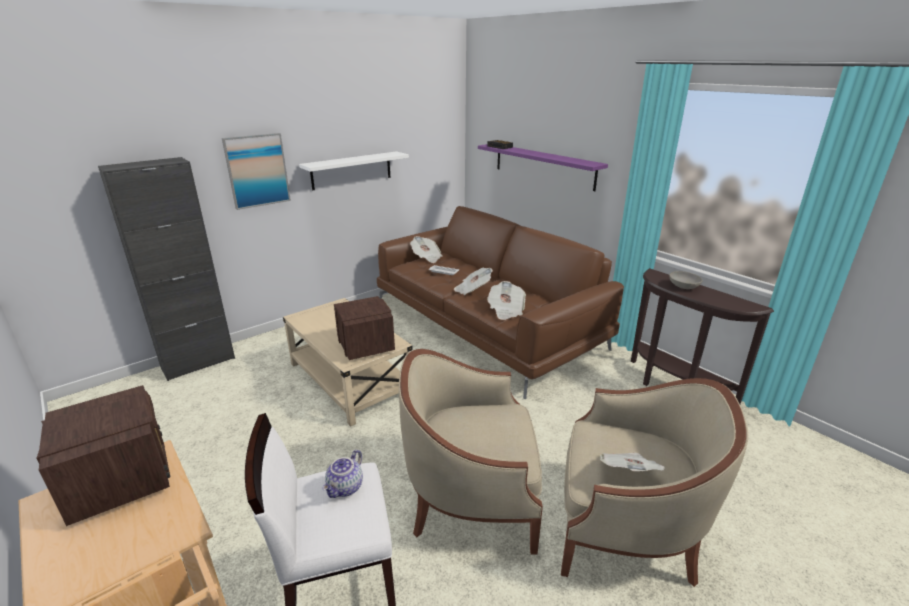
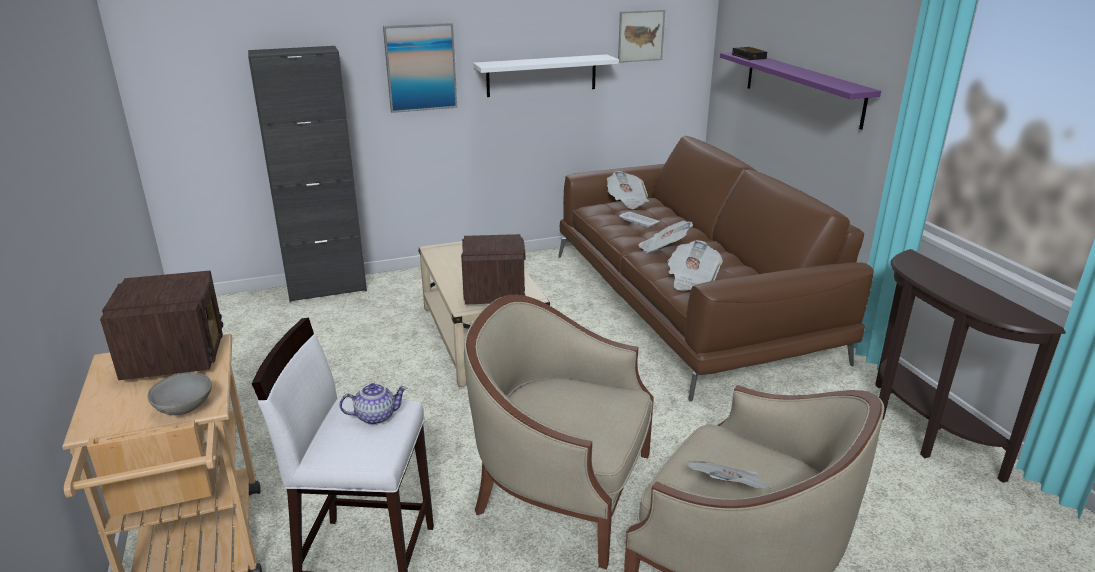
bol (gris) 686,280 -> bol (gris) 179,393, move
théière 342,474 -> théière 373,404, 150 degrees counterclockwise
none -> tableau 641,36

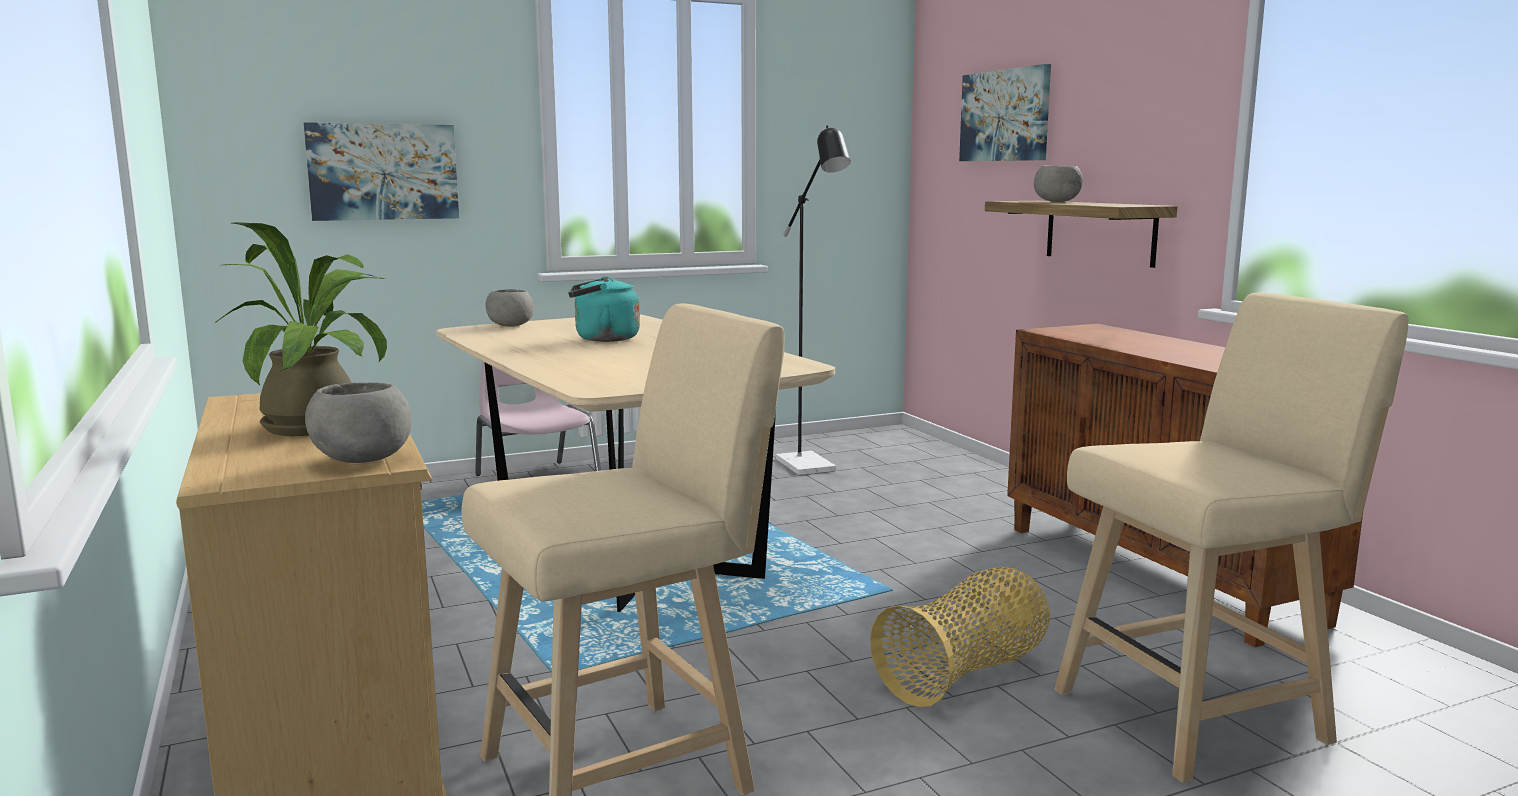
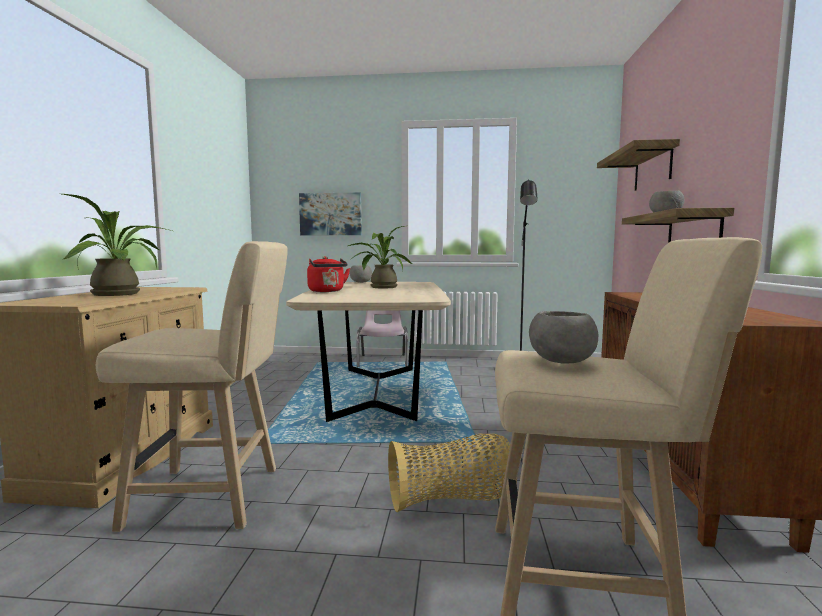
tableau 1005,112 -> étagère 638,165
bouilloire (turquoise) 604,309 -> plante en pot 380,257
bol (gris) 358,422 -> bol (gris) 563,337, move
none -> bouilloire (rouge) 328,274

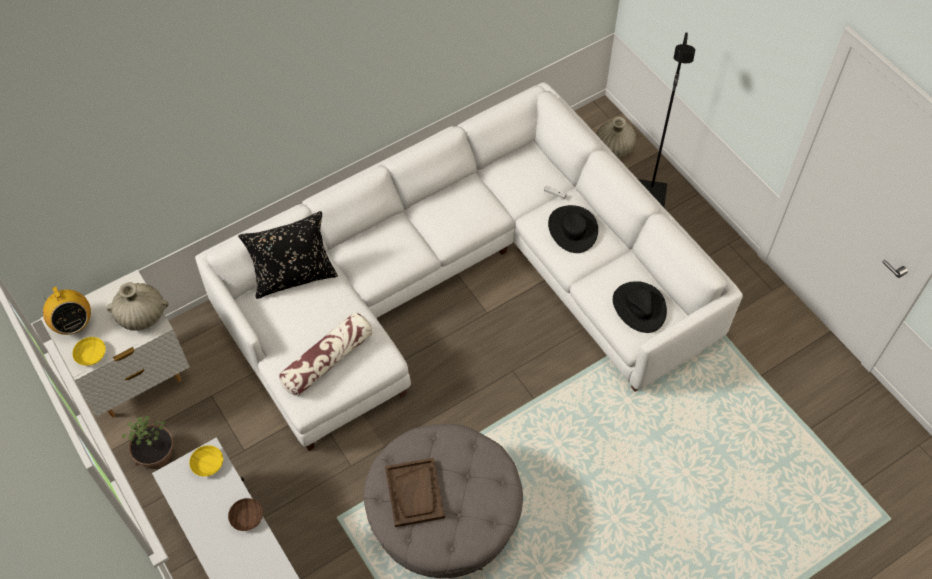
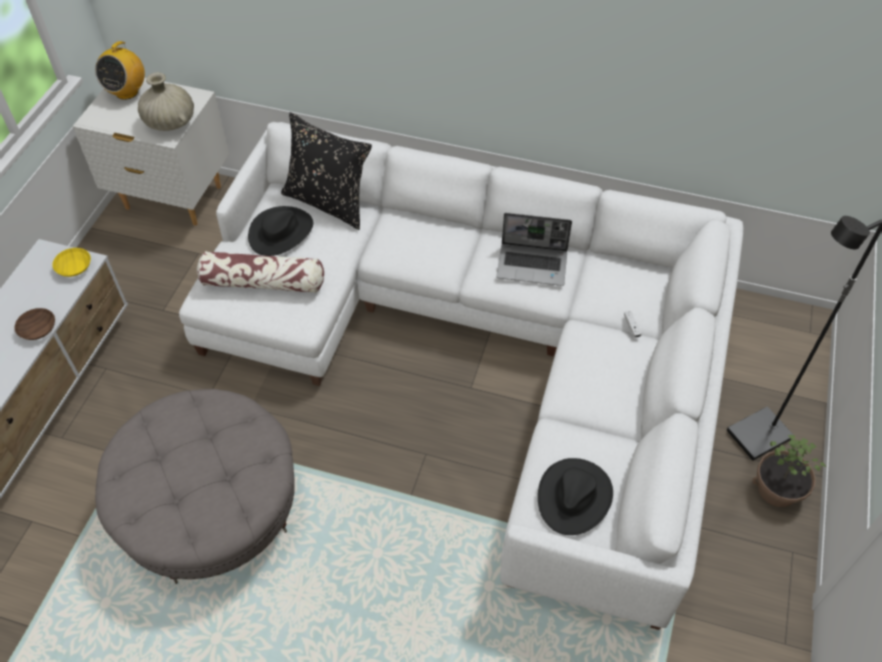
vase (beige) 616,137 -> none
chapeau (noir) 573,229 -> chapeau (noir) 280,231, move
bol (jaune) 89,351 -> none
plante en pot 148,442 -> plante en pot 789,471, move
plateau (marron) 415,492 -> none
none -> ordinateur portable 534,249

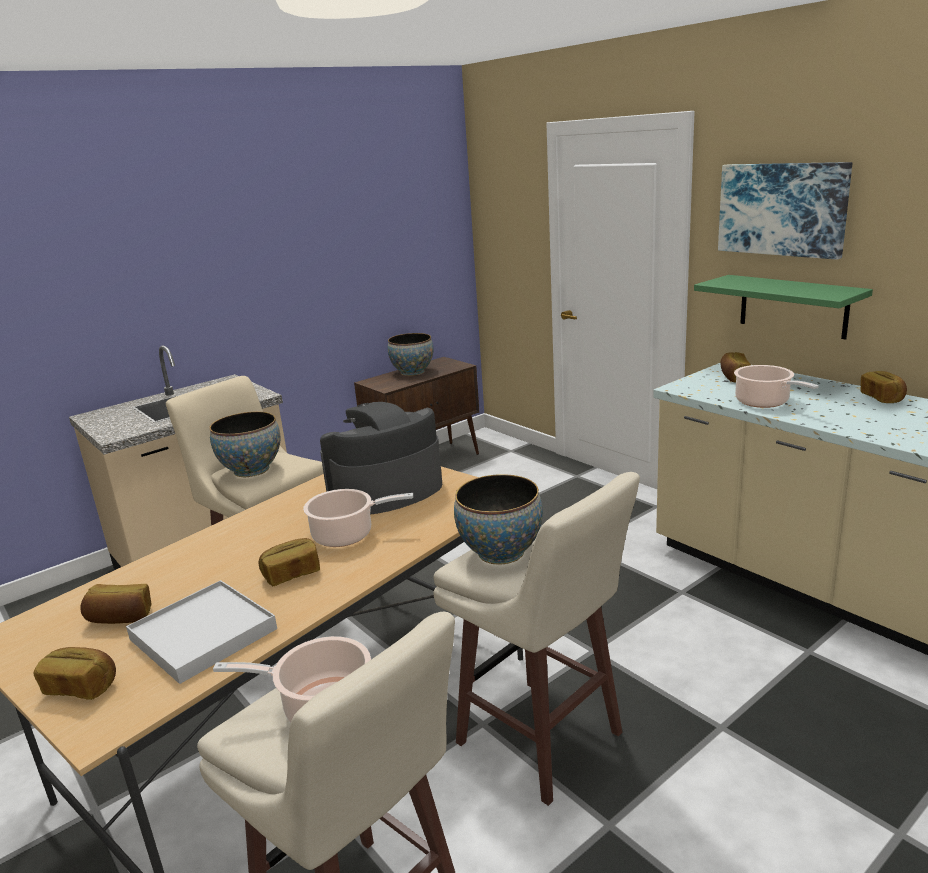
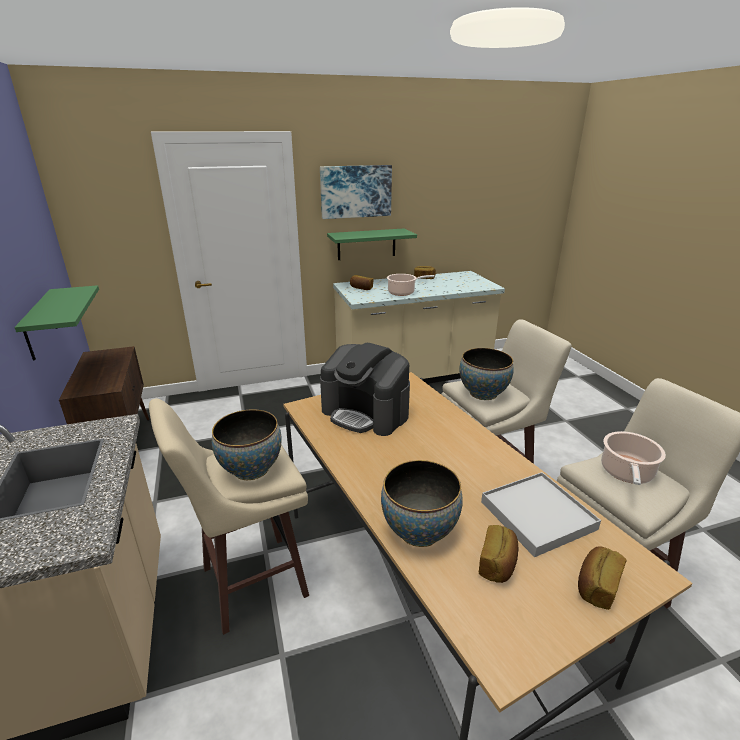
bol 410,354 -> bol 422,503, move
machine à café 381,458 -> machine à café 365,389, 45 degrees counterclockwise
marmite 358,518 -> none
pain 289,562 -> none
none -> étagère (vert) 56,323

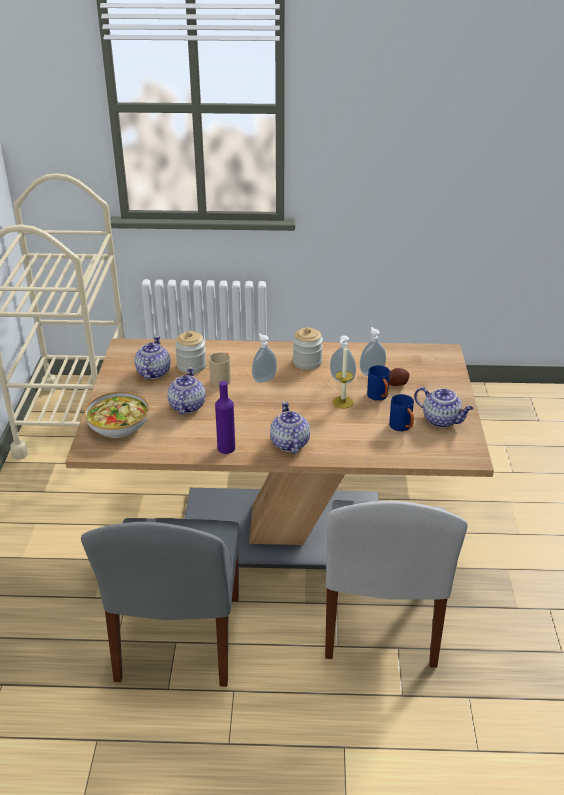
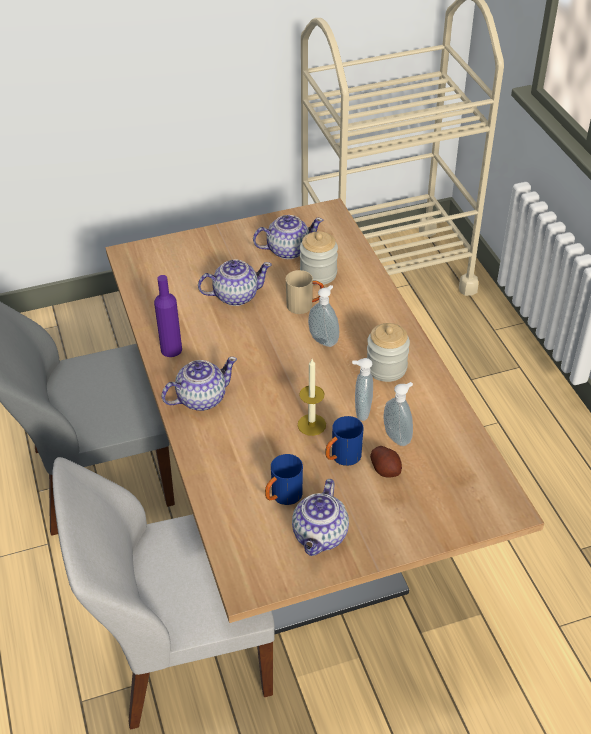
bol 117,414 -> none

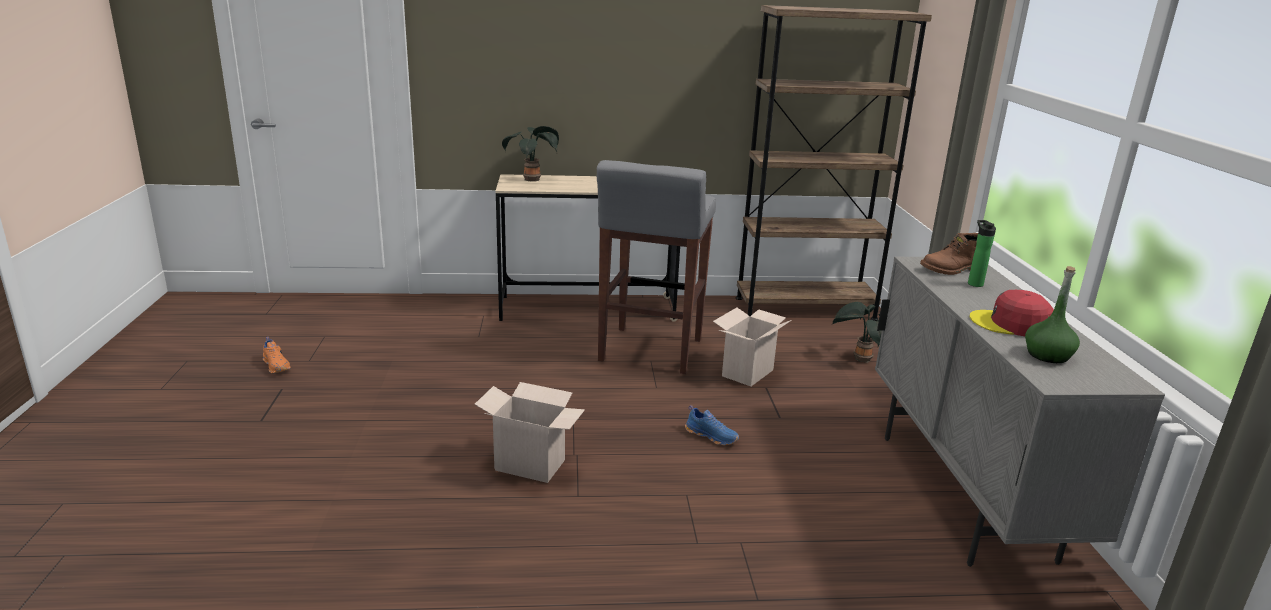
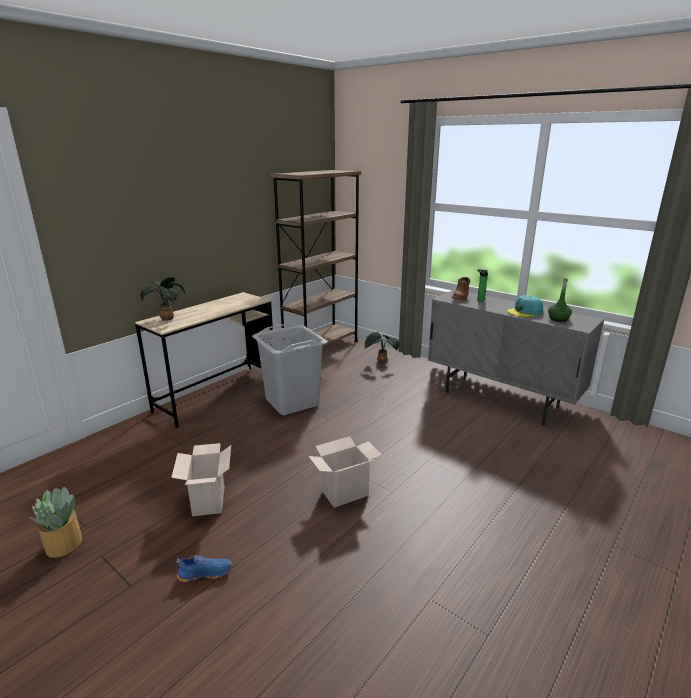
tabouret (gris) 656,267 -> panier à linge (gris) 289,369
casquette (rouge) 1012,313 -> casquette (turquoise) 525,306
carton 752,347 -> carton 201,479, move
chaussure (orange) 277,355 -> plante en pot 55,522
chaussure (bleu) 712,425 -> chaussure (bleu) 204,568, move

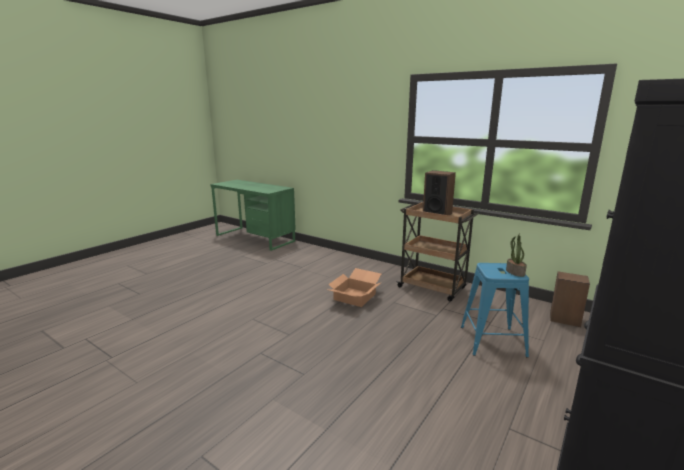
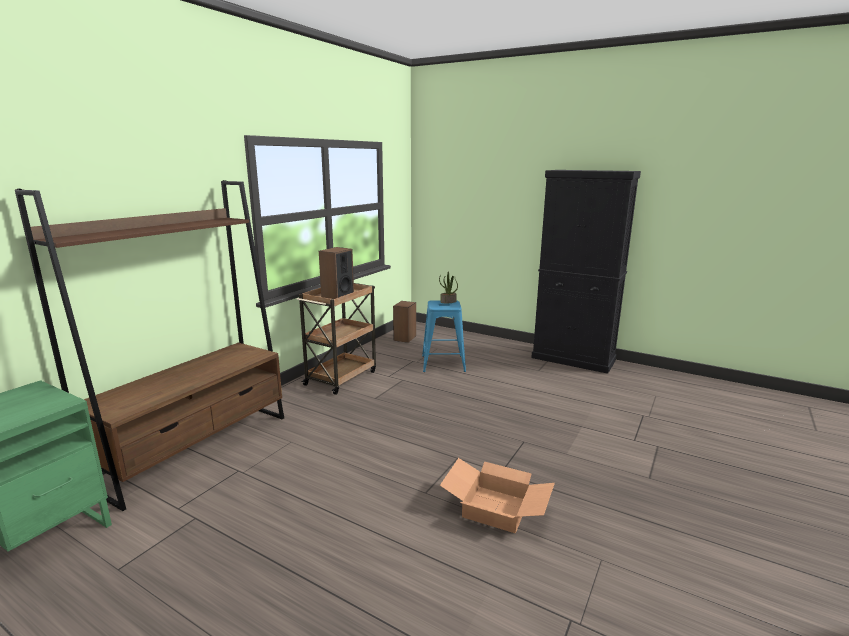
carton 354,287 -> carton 497,496, move
none -> bibliothèque (marron) 149,345

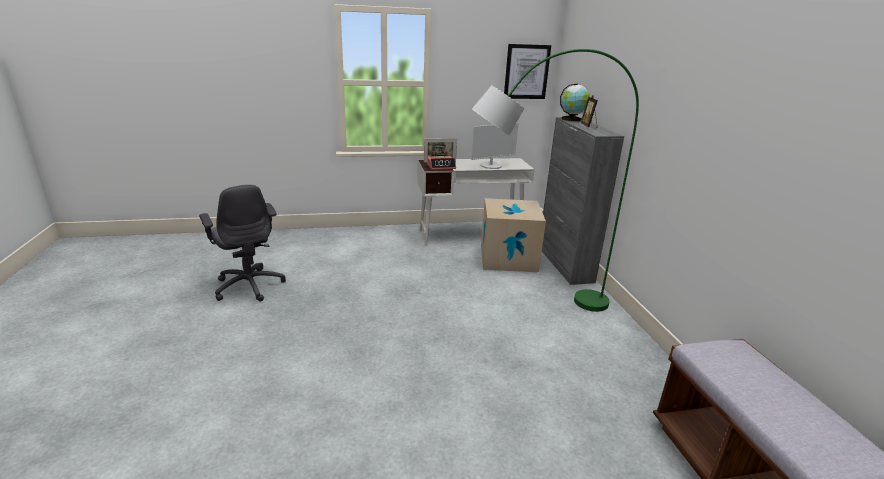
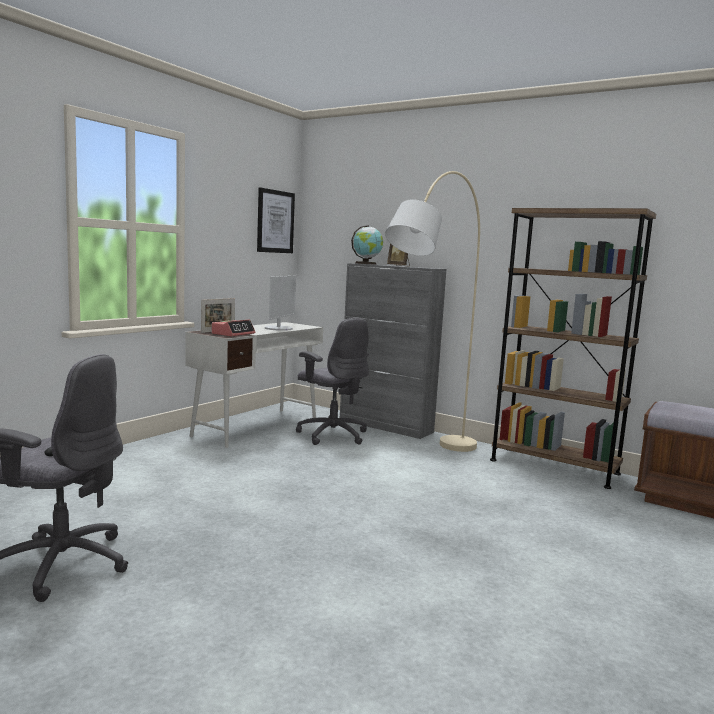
lampadaire (vert) 555,180 -> lampadaire (beige) 432,311
carton 513,235 -> chaise de bureau (gris) 332,381
none -> bibliothèque (marron) 573,348

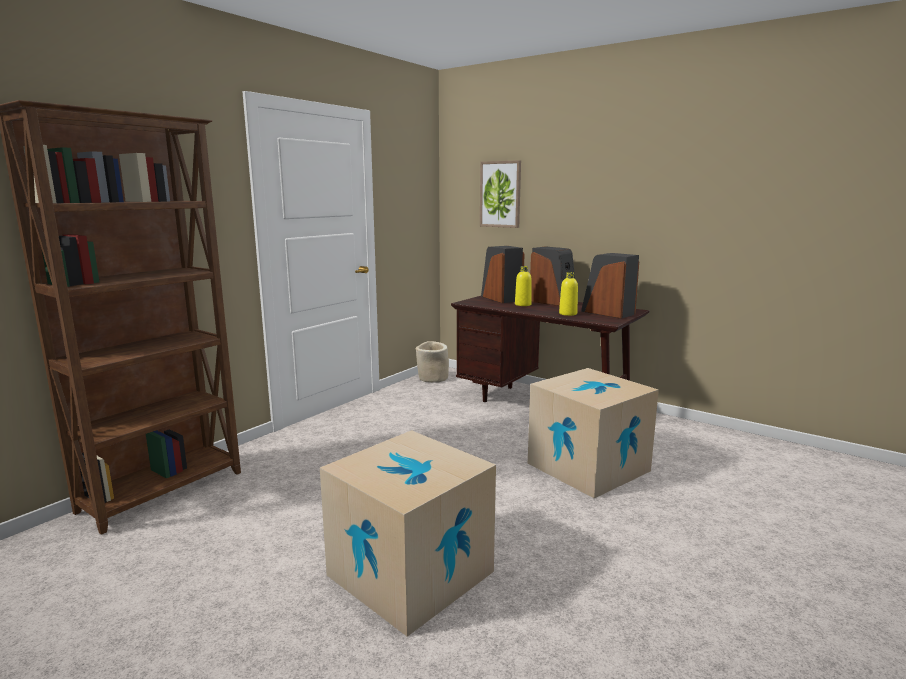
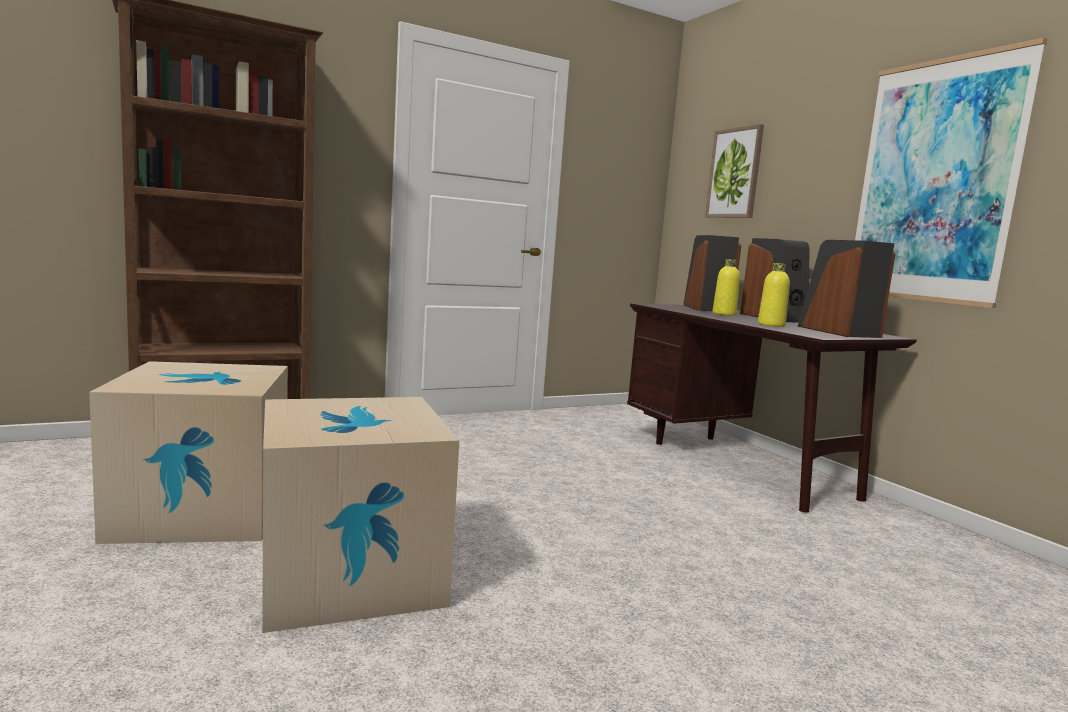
cache-pot (beige) 432,362 -> none
carton 593,433 -> carton 188,452, move
none -> tableau 951,173

